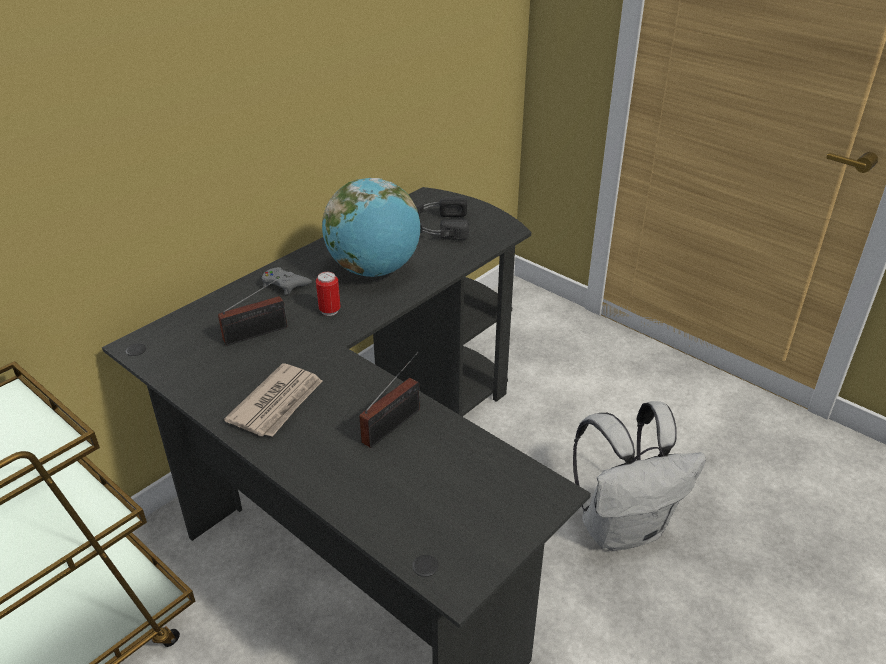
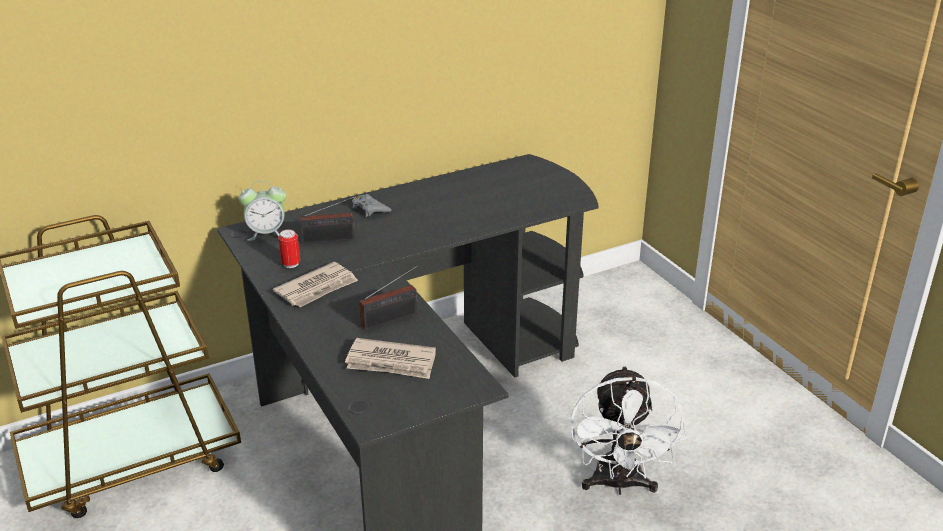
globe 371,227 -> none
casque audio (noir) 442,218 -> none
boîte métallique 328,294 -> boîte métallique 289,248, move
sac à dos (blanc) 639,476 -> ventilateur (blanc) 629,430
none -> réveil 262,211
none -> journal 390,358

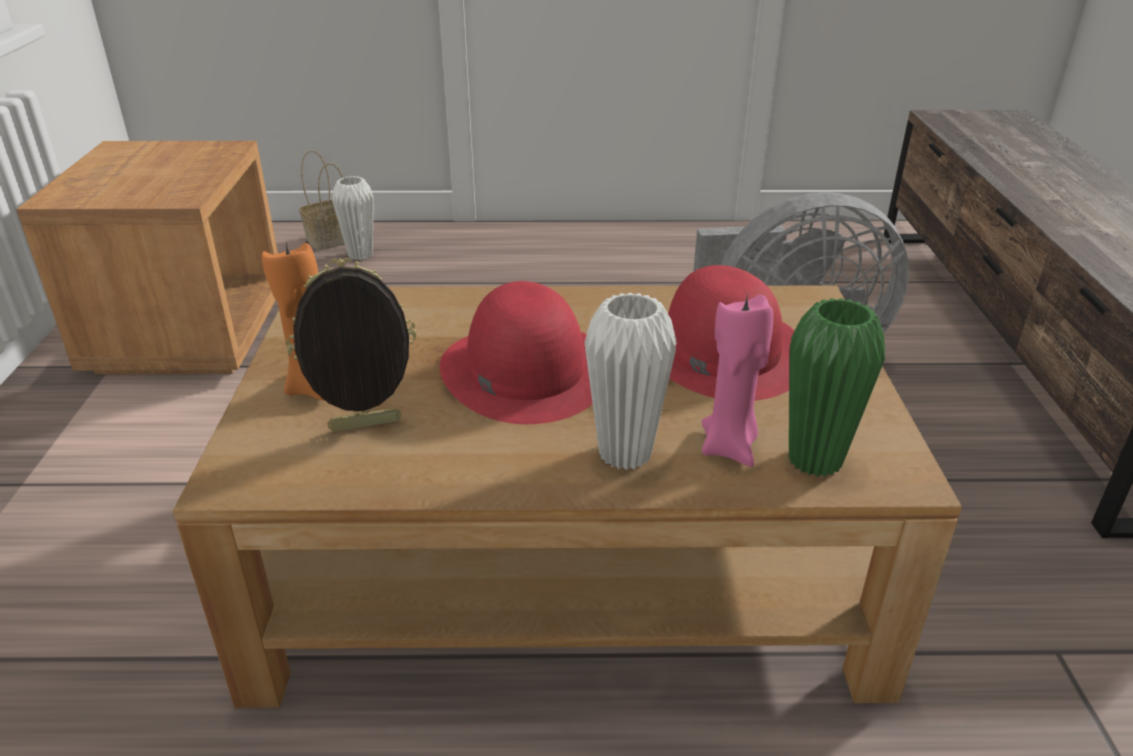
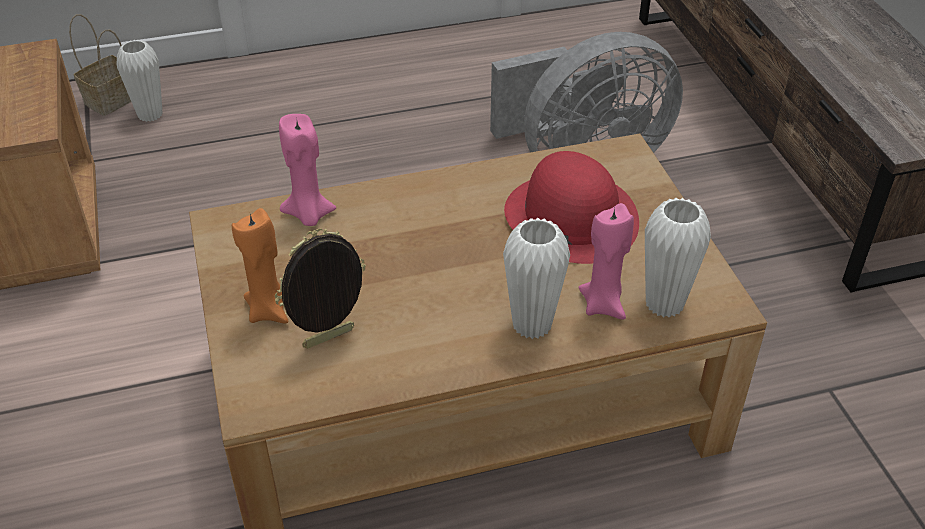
chapeau (rouge) 516,352 -> none
vase (vert) 837,387 -> vase (blanc) 678,258
none -> bougie (rose) 307,170

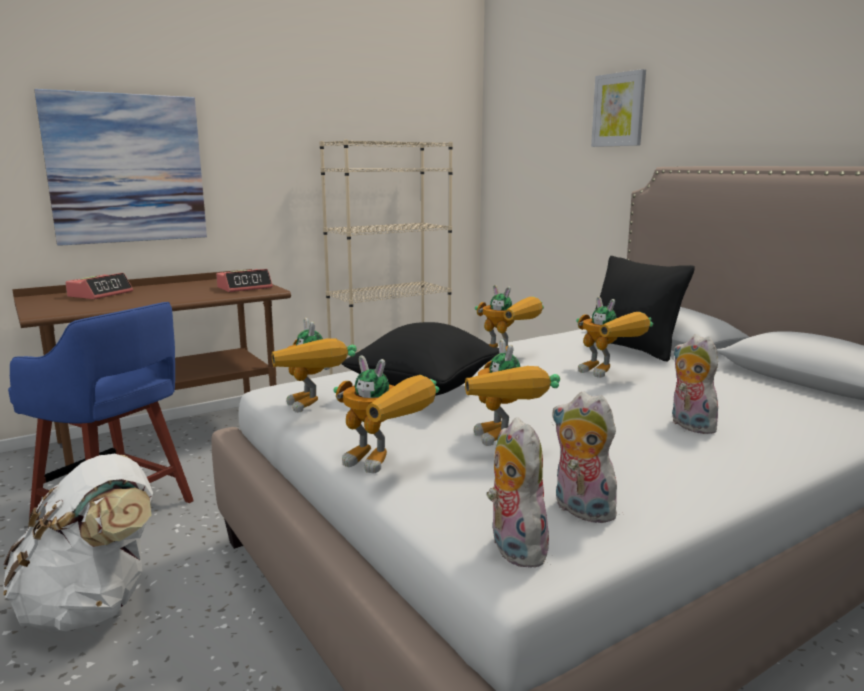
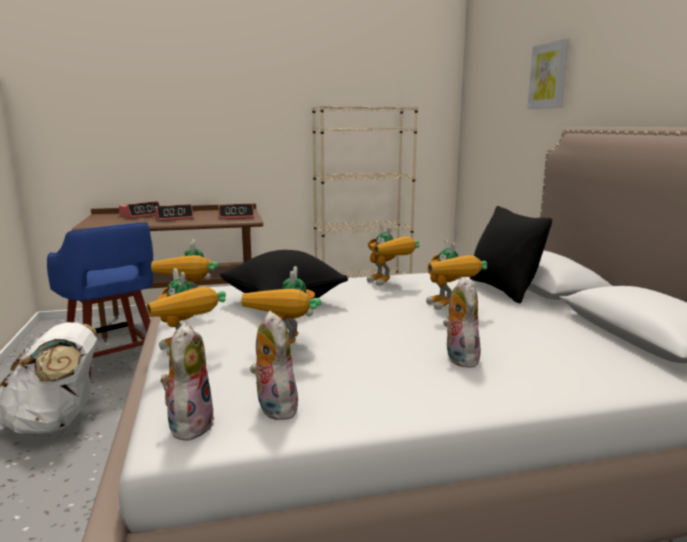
tableau 120,167 -> none
none -> réveil 174,212

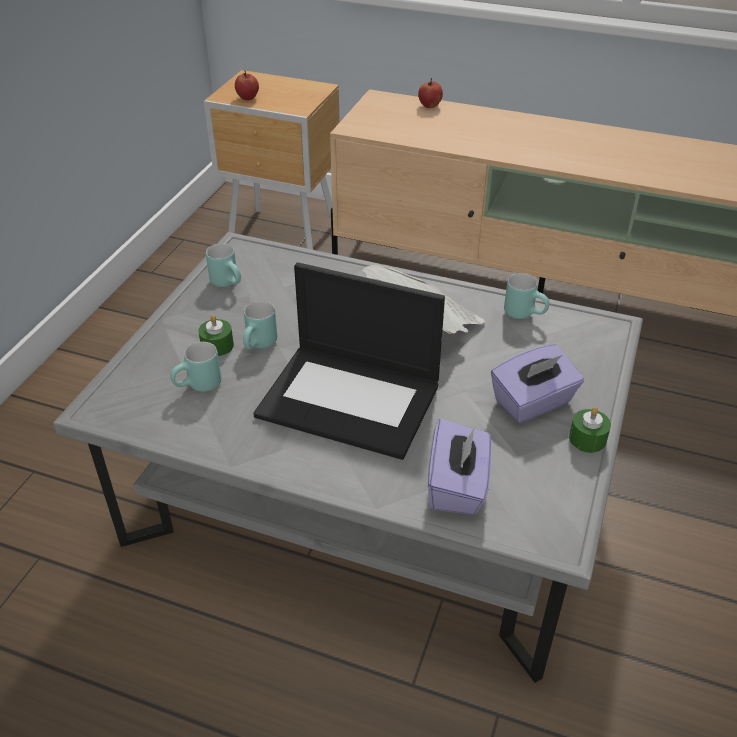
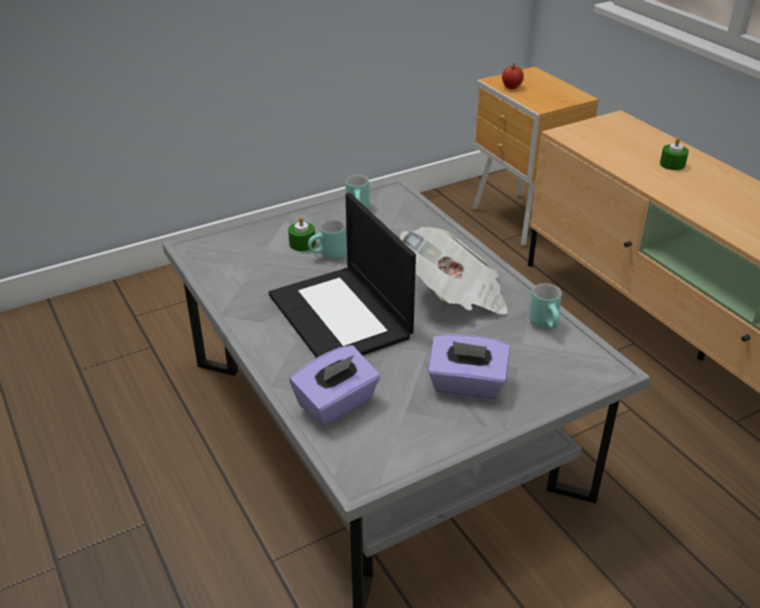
pomme 430,93 -> none
mug (turquoise) 195,367 -> none
bougie (vert) 590,430 -> bougie (vert) 674,153, move

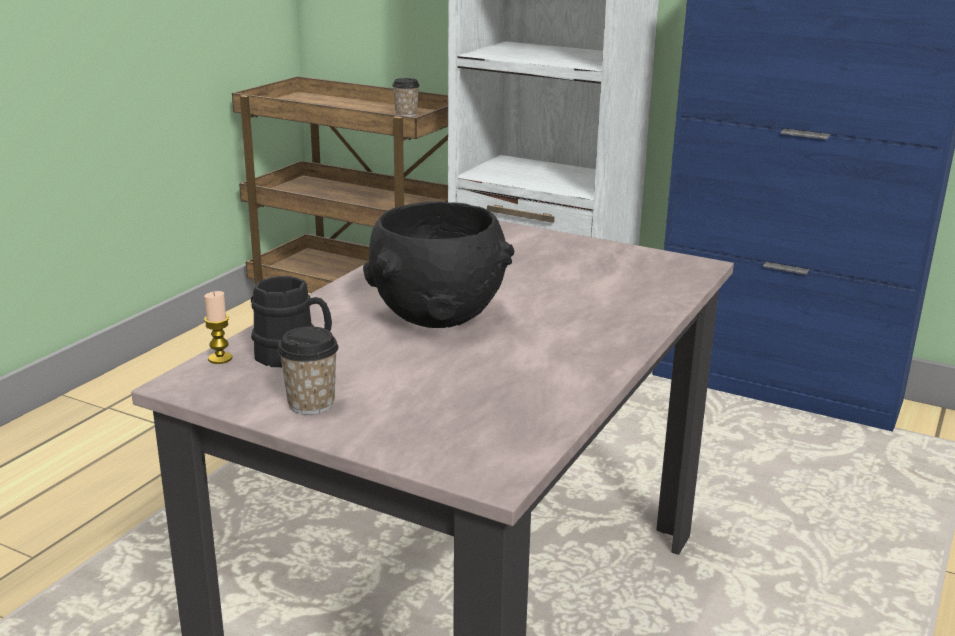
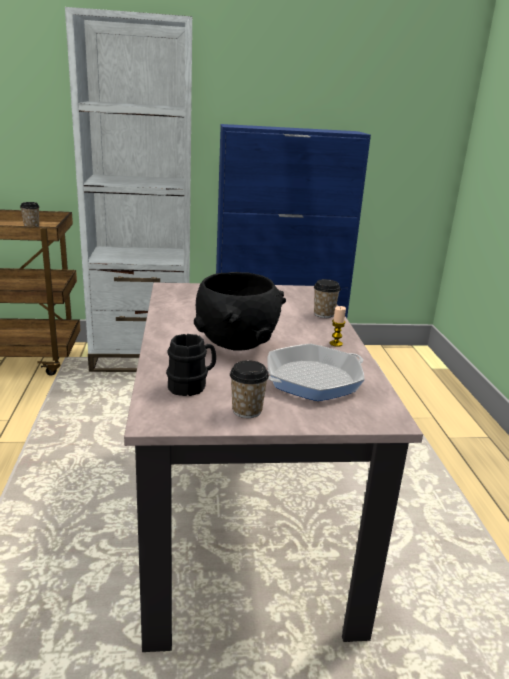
bougie 218,327 -> bougie 338,326, move
none -> tasse 327,298
none -> poêle 315,372

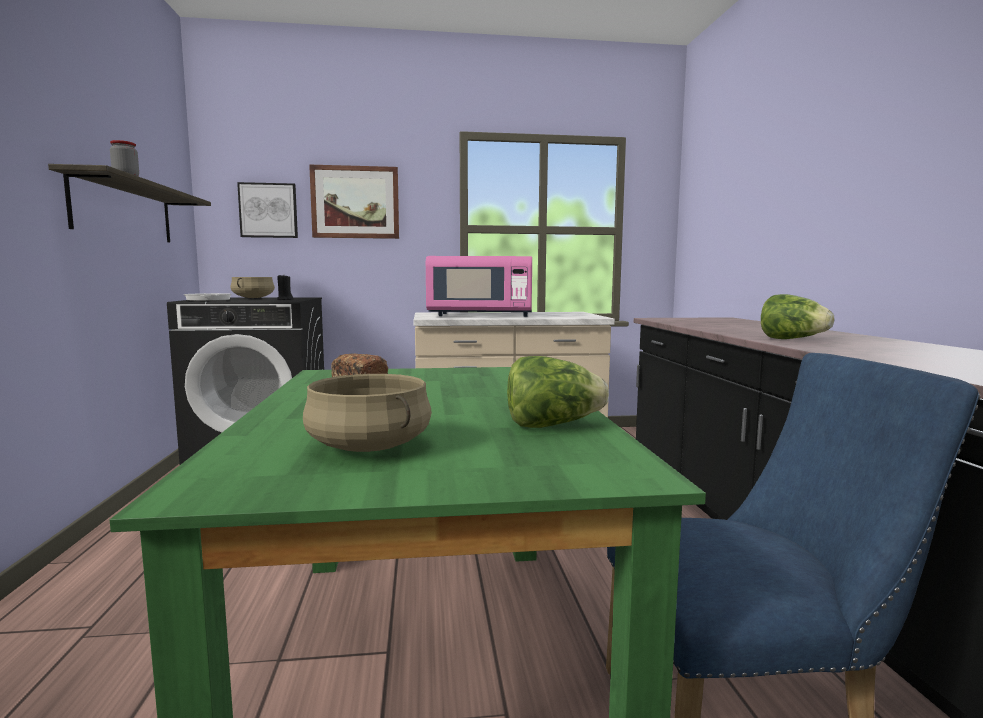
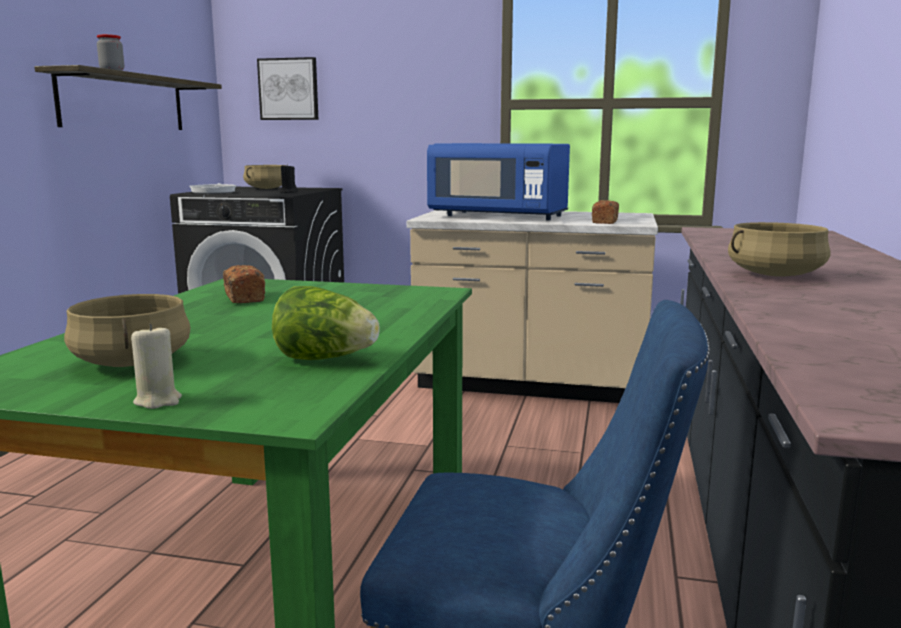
tableau 354,202 -> none
micro-ondes (rose) 479,286 -> micro-ondes (bleu) 498,181
laitue 797,316 -> marmite (beige) 779,249
none -> pain 605,212
none -> bougie (beige) 156,366

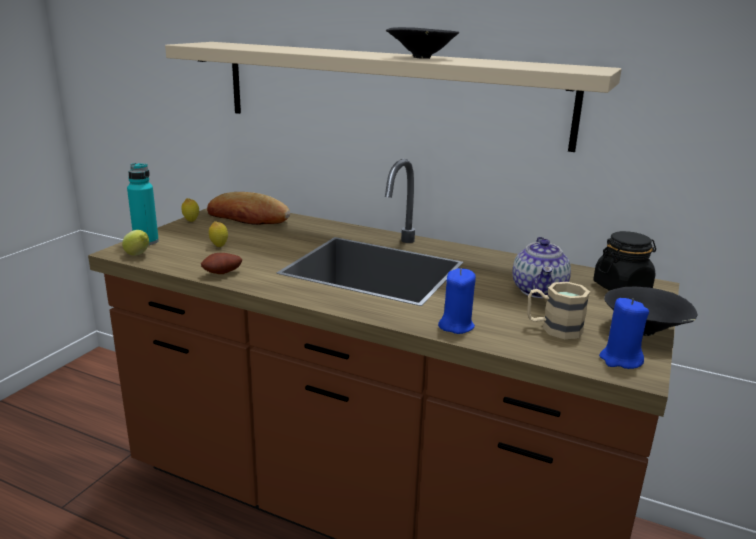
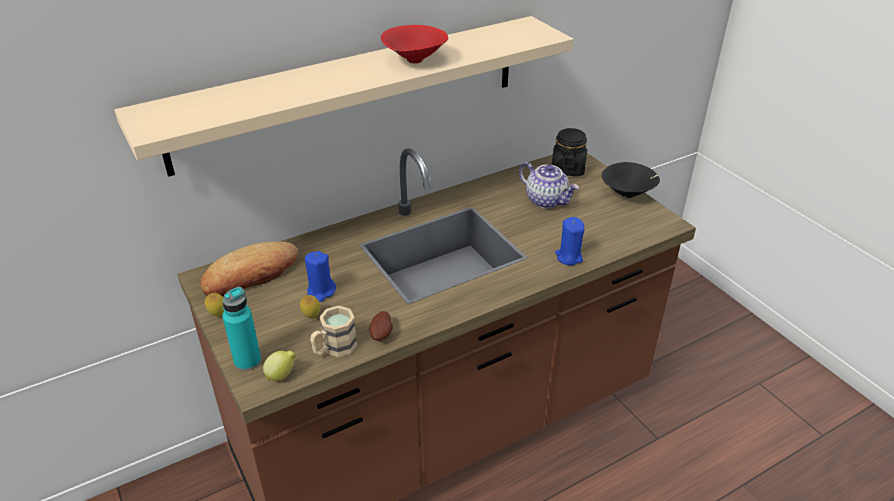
bol (noir) 422,43 -> bol (rouge) 414,44
mug (beige) 558,310 -> mug (beige) 333,331, move
bougie (bleu) 624,333 -> bougie (bleu) 320,276, move

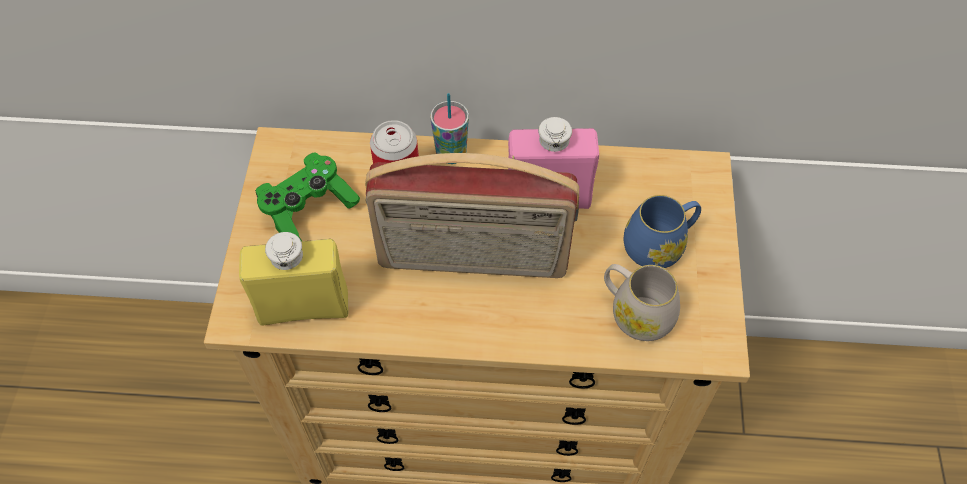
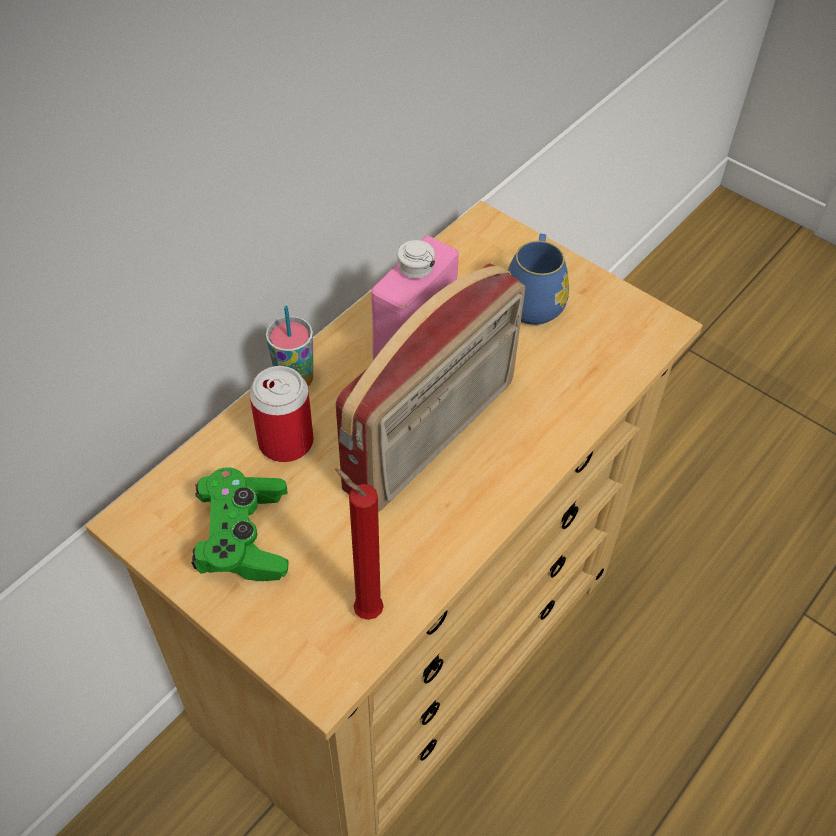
bouteille (jaune) 294,279 -> bougie (rouge) 359,544
mug (blanc) 642,302 -> none

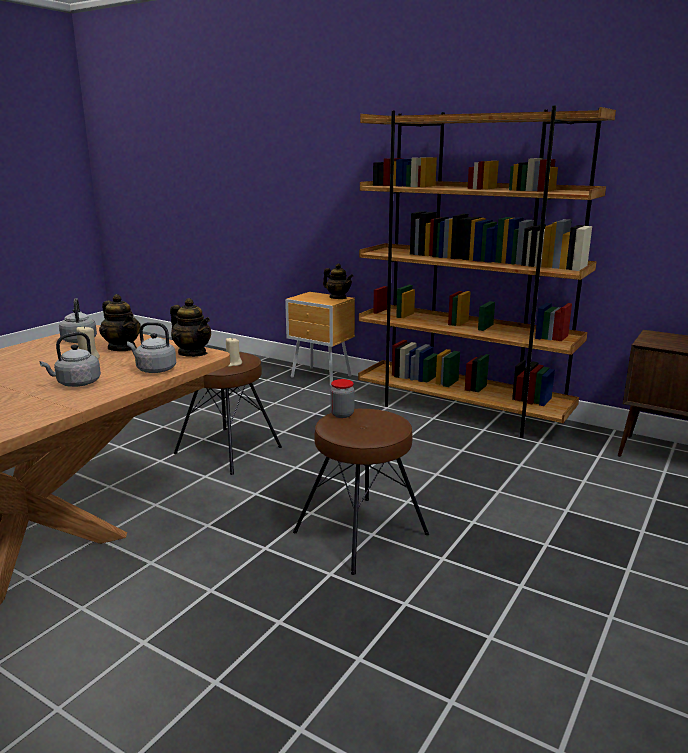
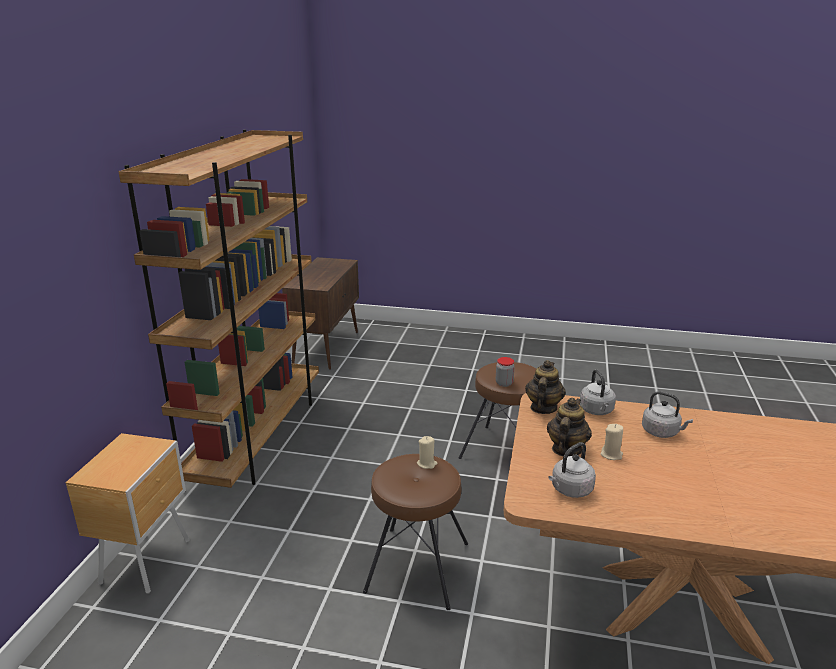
théière 338,281 -> none

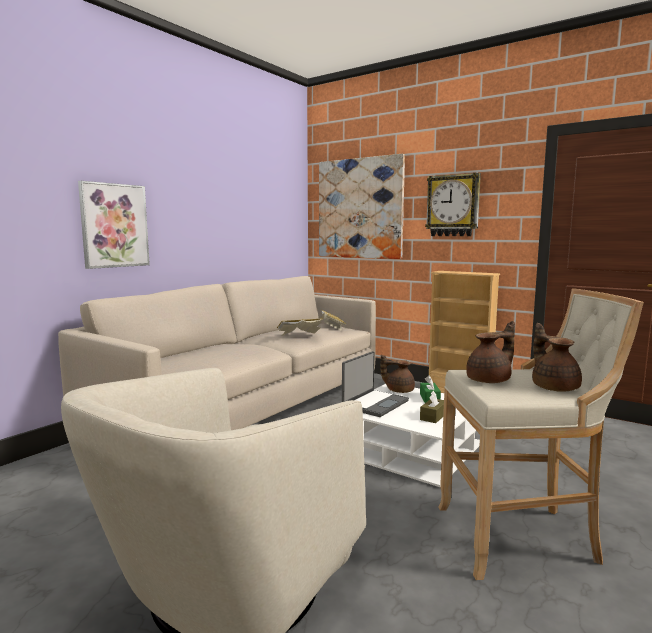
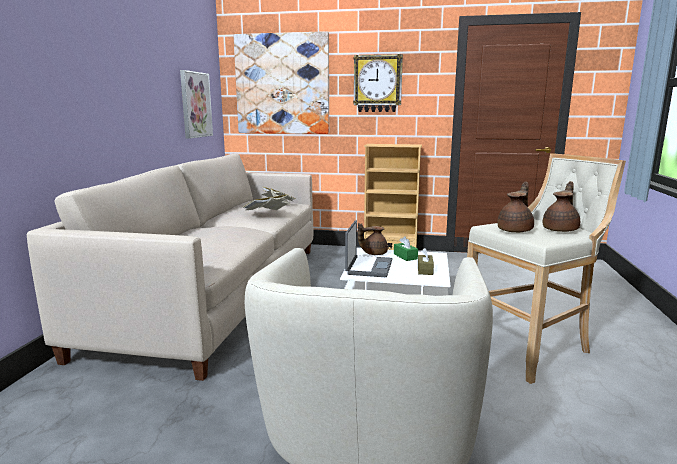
tableau 114,225 -> tableau 196,104, move
théière (marron) 557,357 -> théière (marron) 561,206, 75 degrees clockwise

